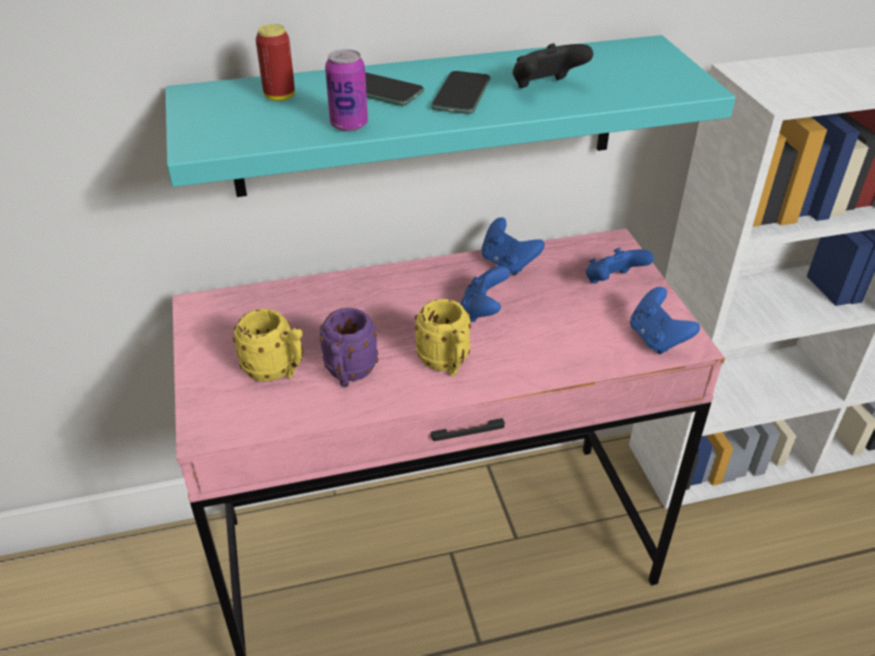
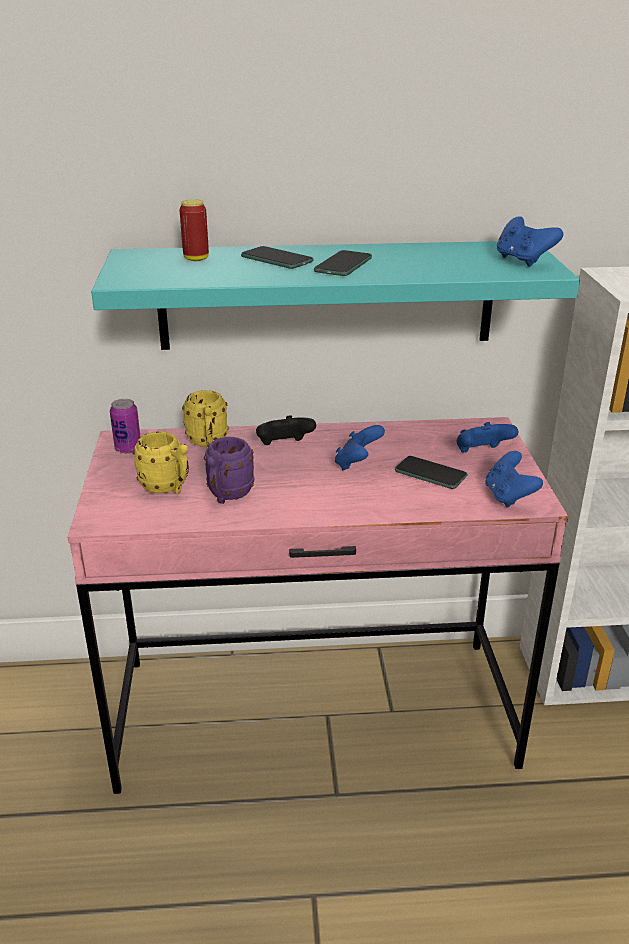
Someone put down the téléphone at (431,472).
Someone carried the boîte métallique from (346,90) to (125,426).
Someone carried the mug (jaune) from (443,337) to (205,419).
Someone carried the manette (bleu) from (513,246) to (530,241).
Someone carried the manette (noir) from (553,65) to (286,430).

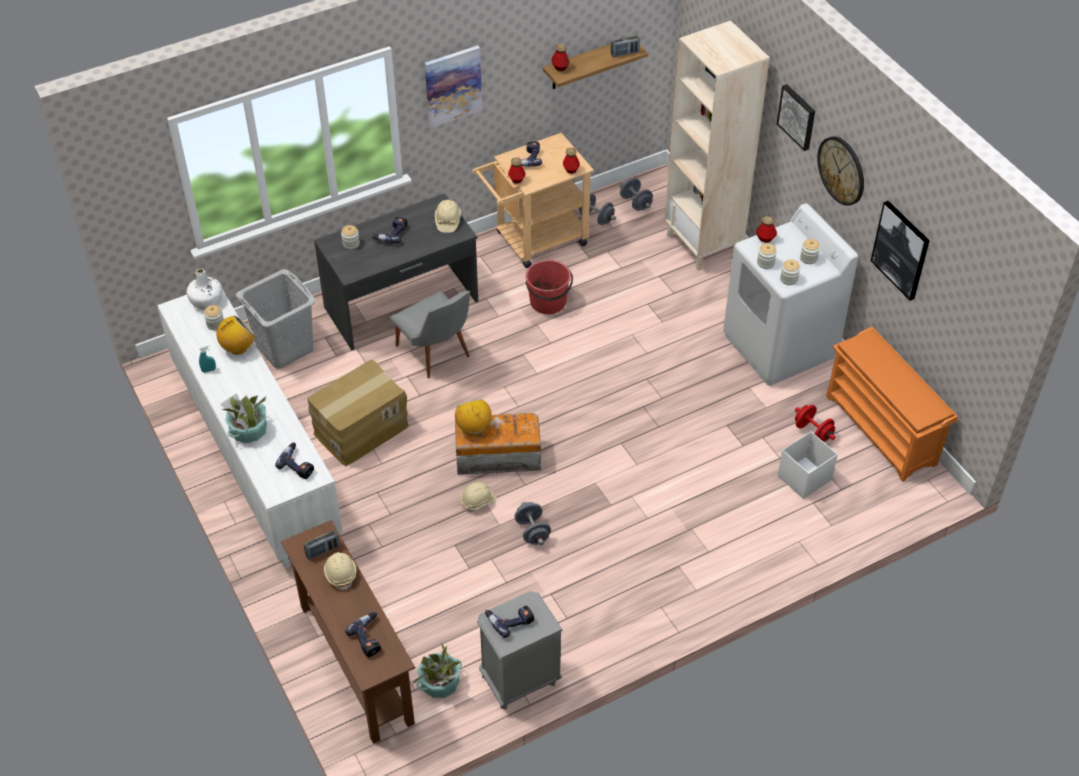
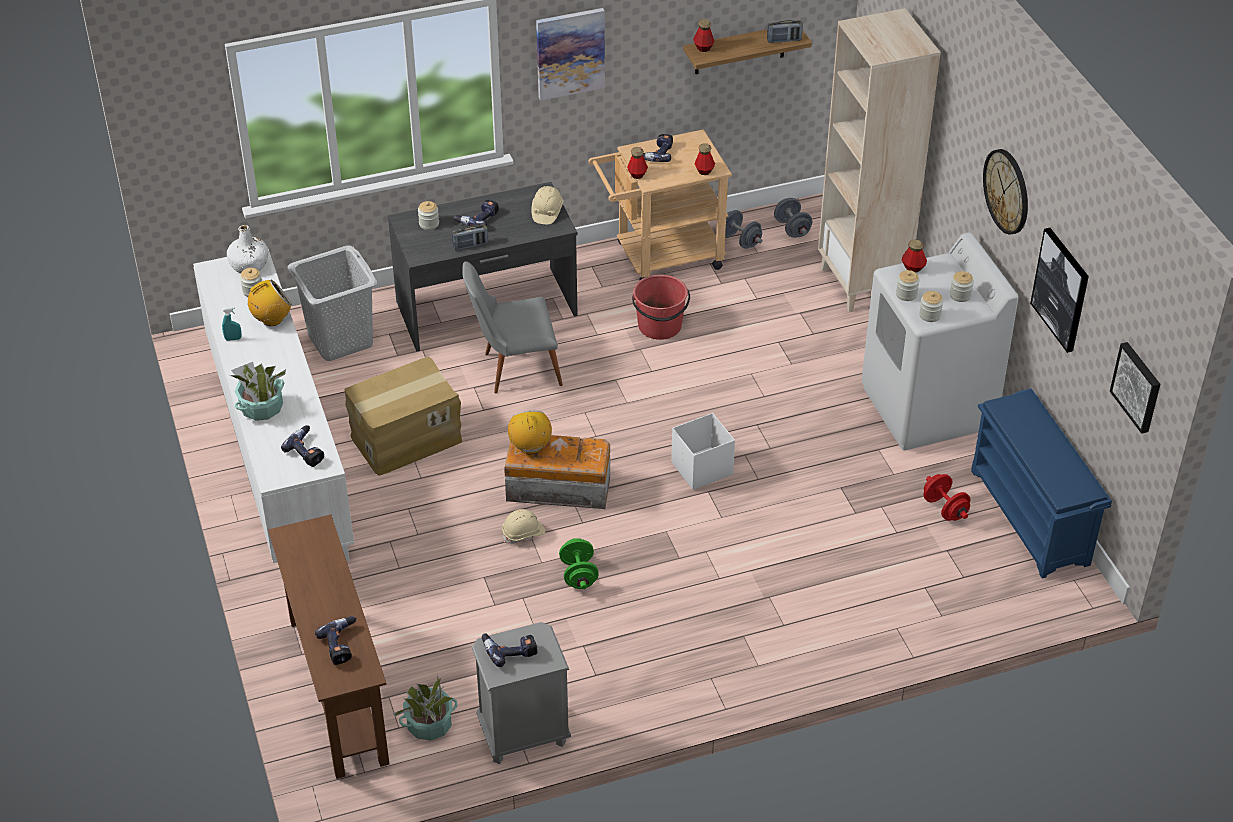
Someone took away the casque de chantier (beige) at (340,571).
Someone carried the radio from (322,545) to (470,237).
Someone carried the tableau from (796,117) to (1135,388).
Someone carried the boîte de rangement (blanc) from (808,465) to (703,451).
Someone repainted the haltère (gris) at (532,523), which became the haltère (vert) at (579,563).
Someone repainted the étagère à chaussures (orange) at (892,404), which became the étagère à chaussures (bleu) at (1041,483).
Someone rotated the chaise (gris) at (430,334) by 105 degrees clockwise.

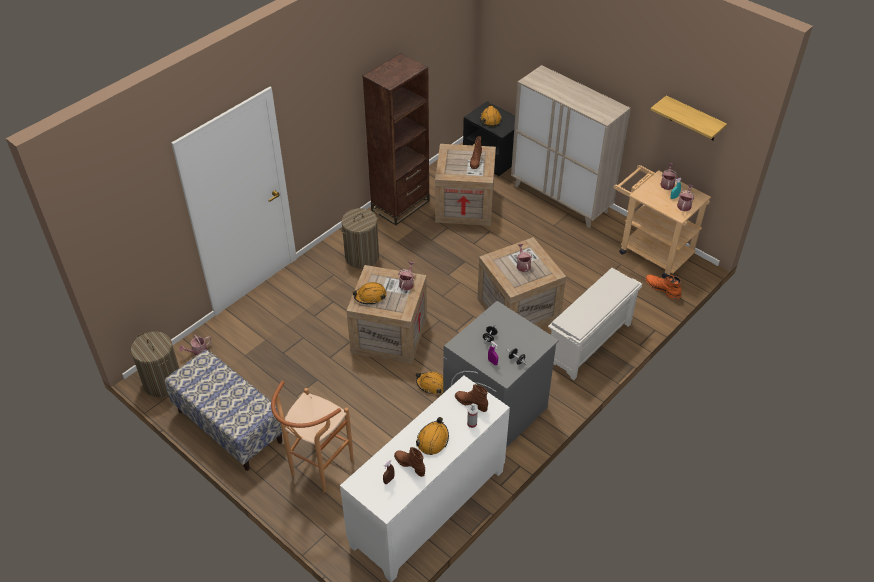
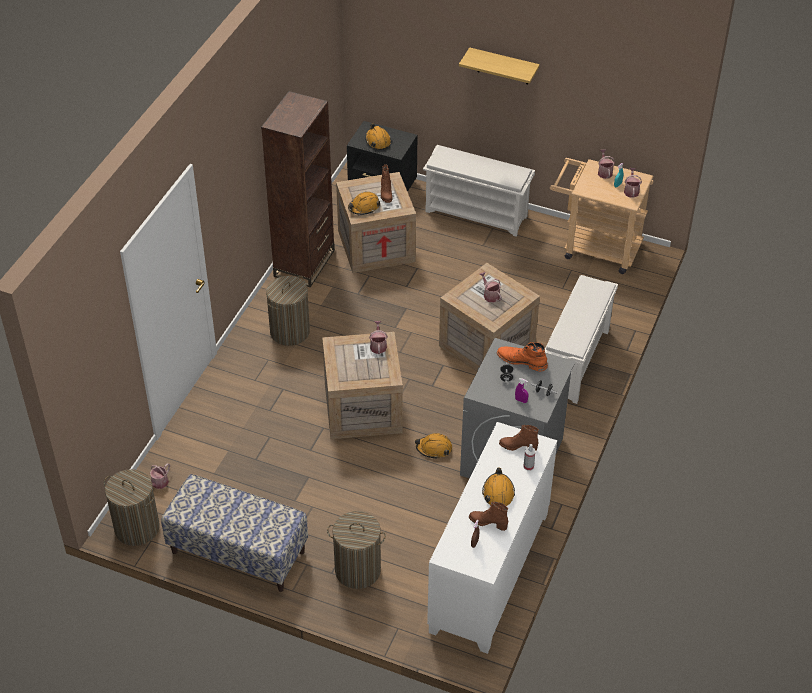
Someone carried the casque de chantier (orange) from (369,293) to (364,203).
Someone carried the botte (orange) from (663,287) to (522,356).
Someone carried the étagère from (688,117) to (499,65).
Someone swapped the tabouret (marron) at (312,437) for the panier à linge at (356,550).
Someone swapped the meuble de rangement (beige) at (571,146) for the étagère à chaussures (blanc) at (479,191).

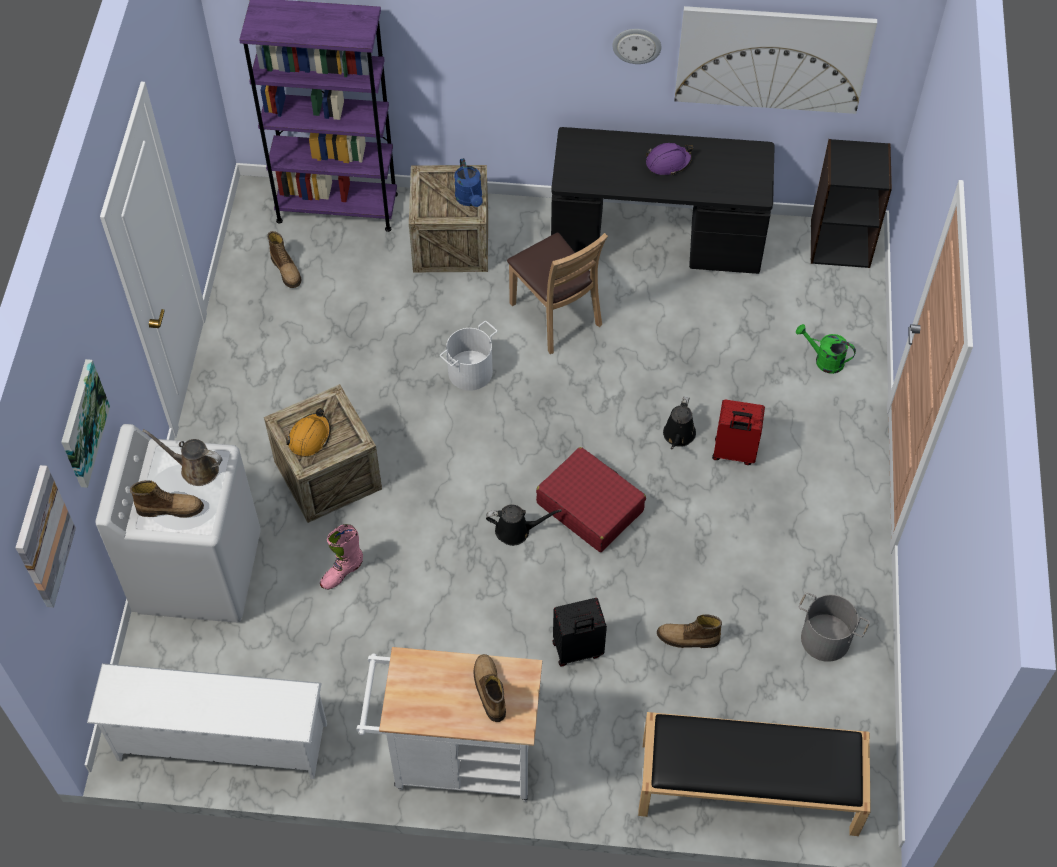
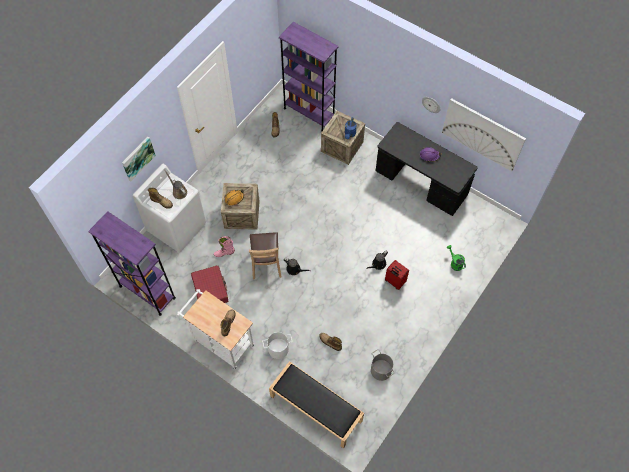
Someone took away the tableau at (46,536).
Someone took away the valise (noir) at (580,632).
Someone took away the bibliothèque (noir) at (851,203).
Someone carried the seau (blanc) from (468,356) to (277,345).
Someone carried the chaise (marron) from (557,293) to (265,256).
Someone carried the valise (rouge) from (591,499) to (209,284).
Someone swapped the étagère à chaussures (blanc) at (207,721) for the bibliothèque (violet) at (132,263).

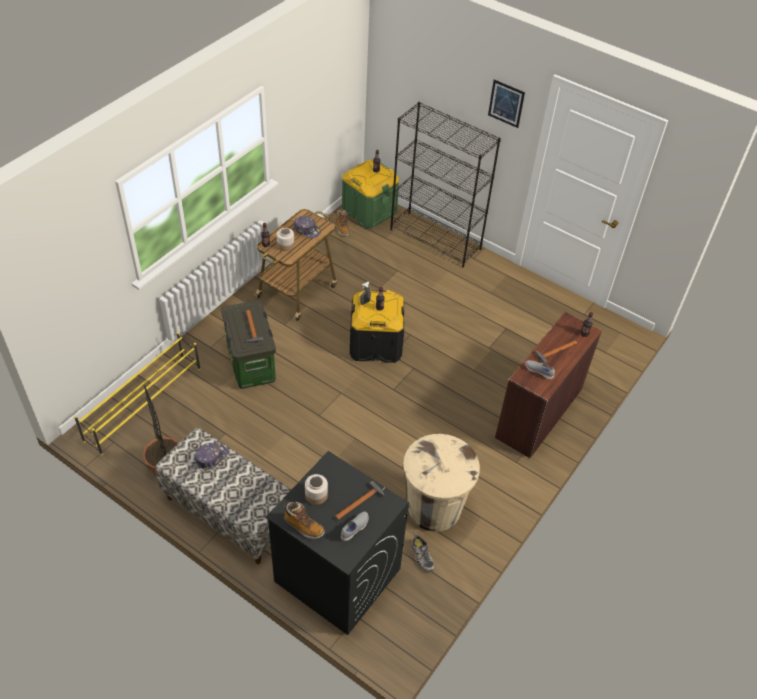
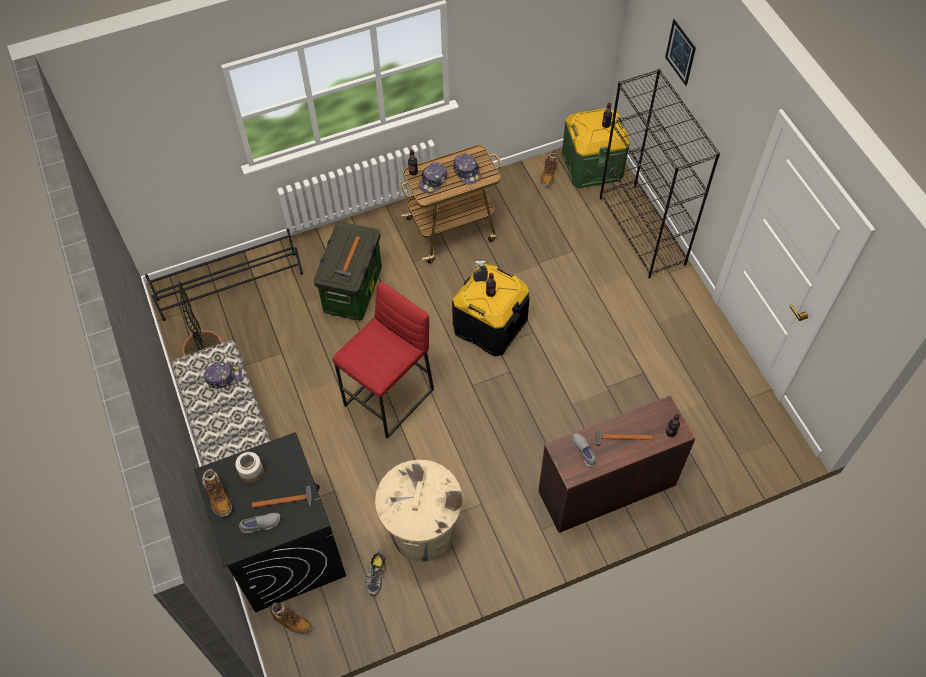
Someone put down the botte at (291,619).
Someone put down the tabouret (rouge) at (383,360).
Someone carried the tableau from (506,103) to (680,52).
Someone swapped the bocal at (285,239) for the casquette at (433,177).
Someone repainted the étagère à chaussures (jaune) at (137,393), which became the étagère à chaussures (noir) at (224,274).

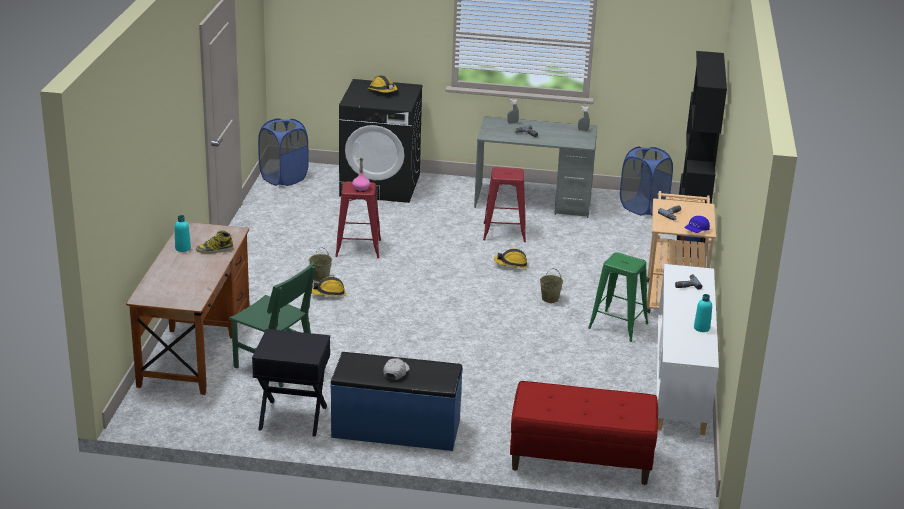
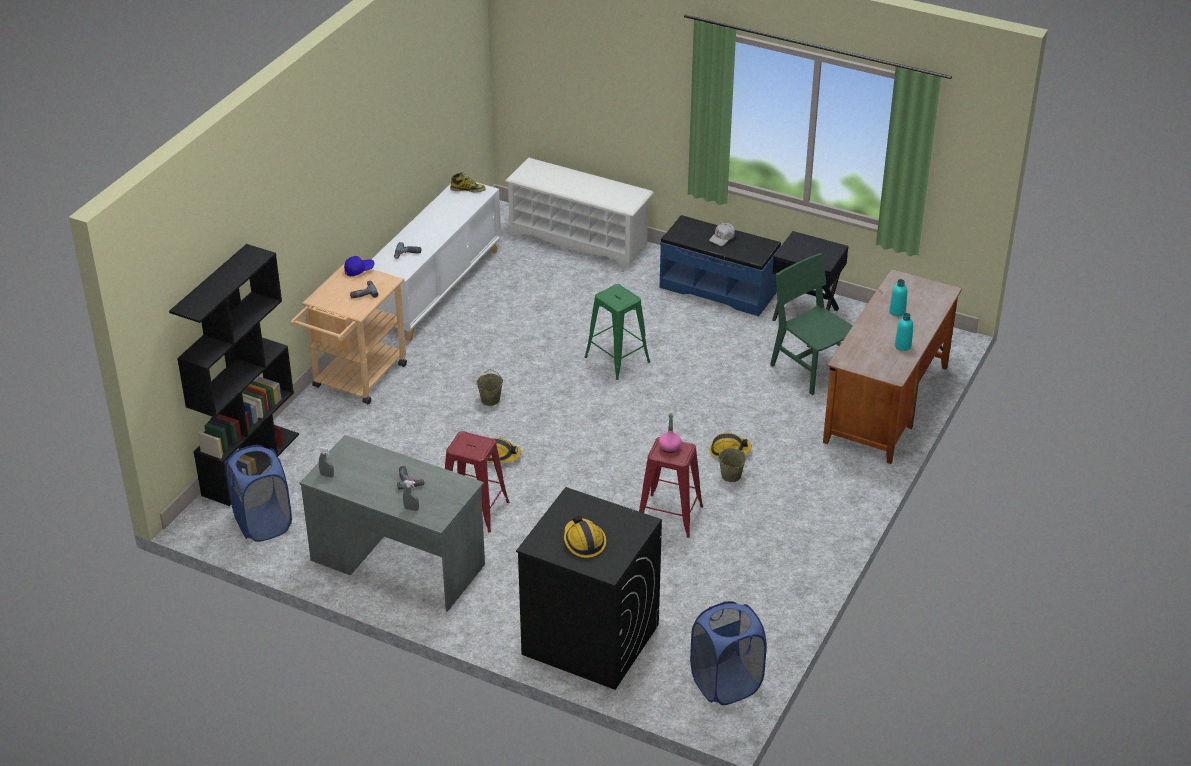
Someone carried the botte from (215,242) to (468,182).
Someone carried the tabouret (vert) from (618,297) to (617,332).
Someone carried the bouteille (turquoise) from (703,313) to (898,297).
Someone swapped the banc (rouge) at (584,433) for the étagère à chaussures (blanc) at (579,213).

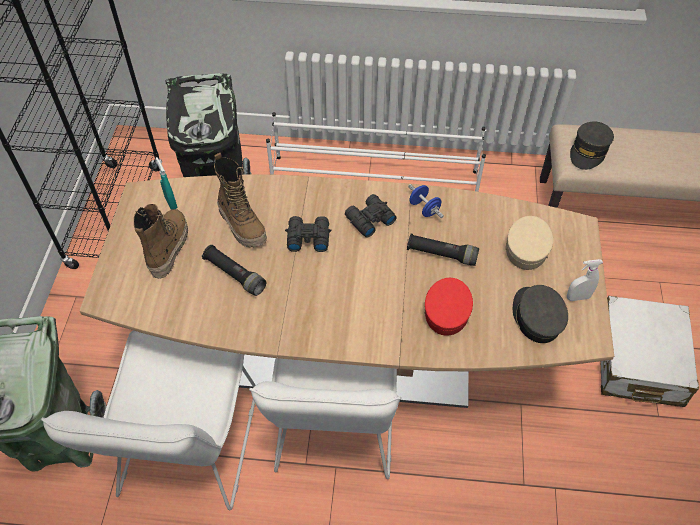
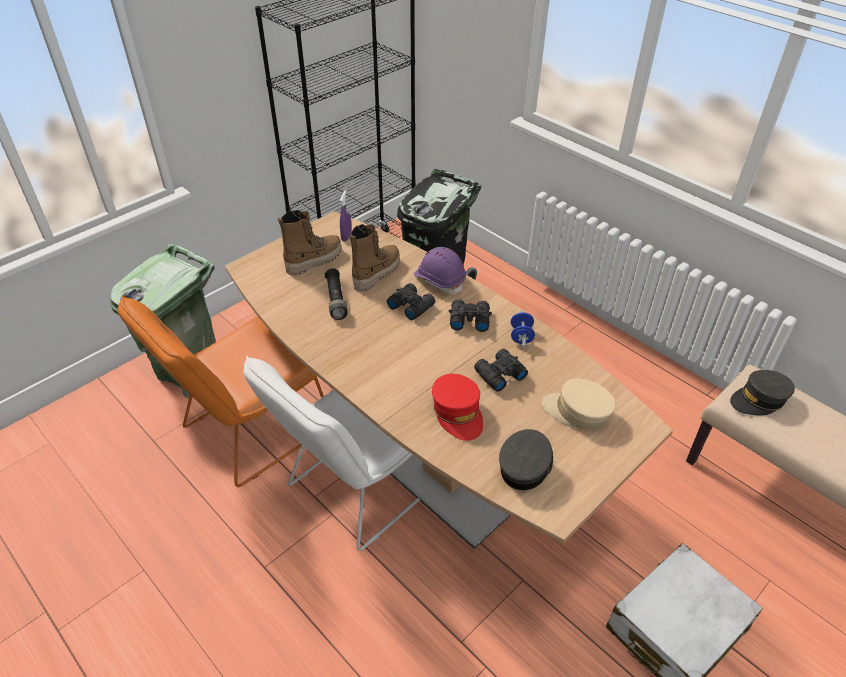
Someone took away the étagère à chaussures (blanc) at (376,152).
Someone took away the vaporisateur (blanc) at (585,280).
Someone put down the casque de chantier (violet) at (440,270).
Someone swapped the lampe de poche (noir) at (443,249) for the jumelles (noir) at (501,370).
Someone repainted the chaise (blanc) at (148,420), which became the chaise (orange) at (221,391).
Someone repainted the vaporisateur (turquoise) at (166,183), which became the vaporisateur (violet) at (346,215).
Someone rotated the botte at (240,200) by 150 degrees counterclockwise.
Someone rotated the casquette (rouge) at (448,307) by 105 degrees clockwise.
Someone rotated the casquette (beige) at (529,243) by 120 degrees counterclockwise.

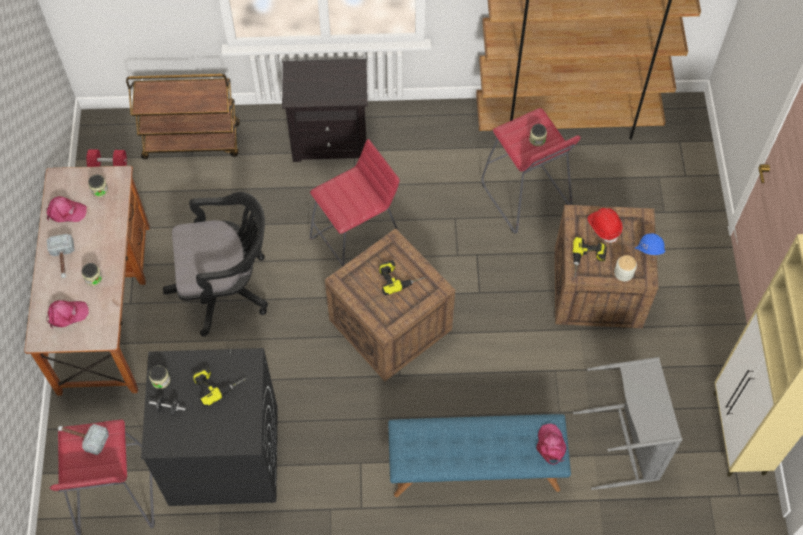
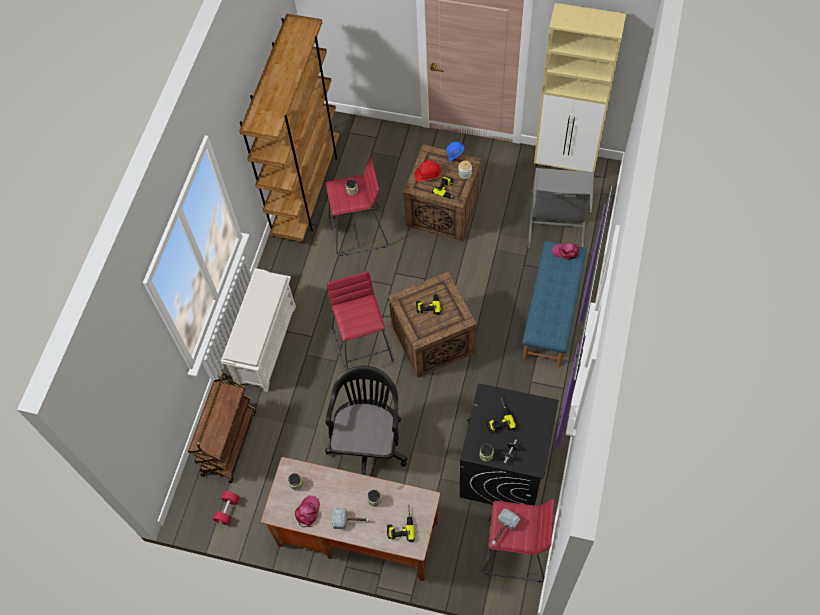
Someone swapped the casquette (rose) at (67,314) for the perceuse at (401,523).
Someone swapped the table de chevet (noir) at (325,110) for the étagère à chaussures (blanc) at (258,330).

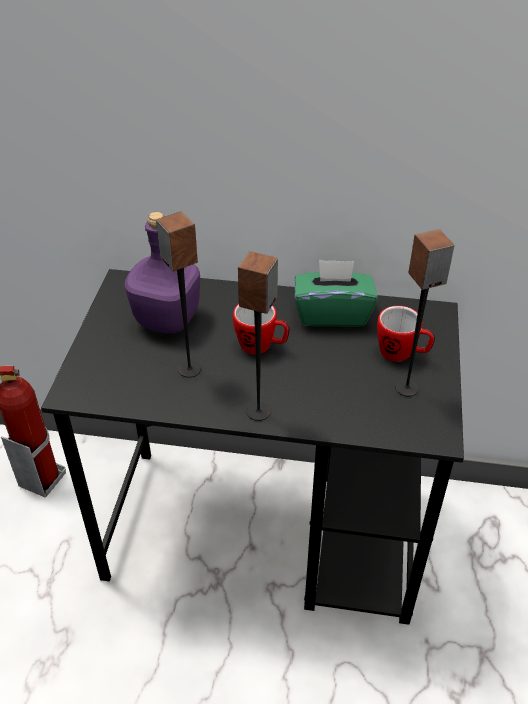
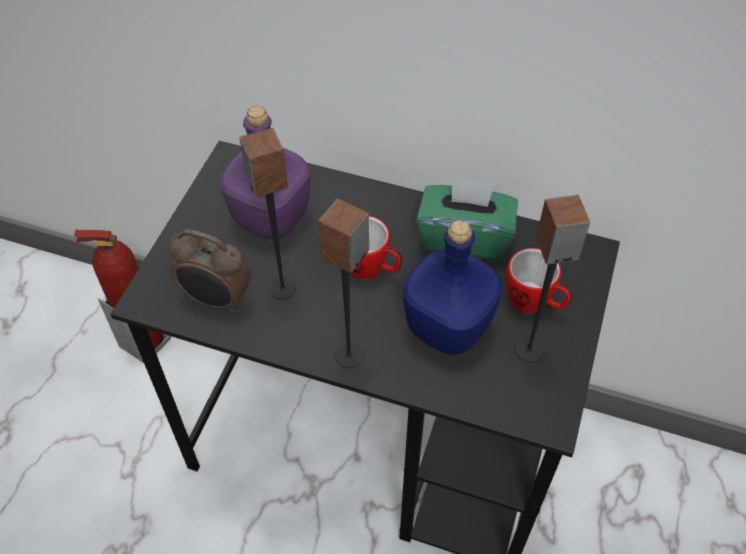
Someone put down the réveil at (210,271).
Someone put down the bouteille (bleu) at (452,287).

